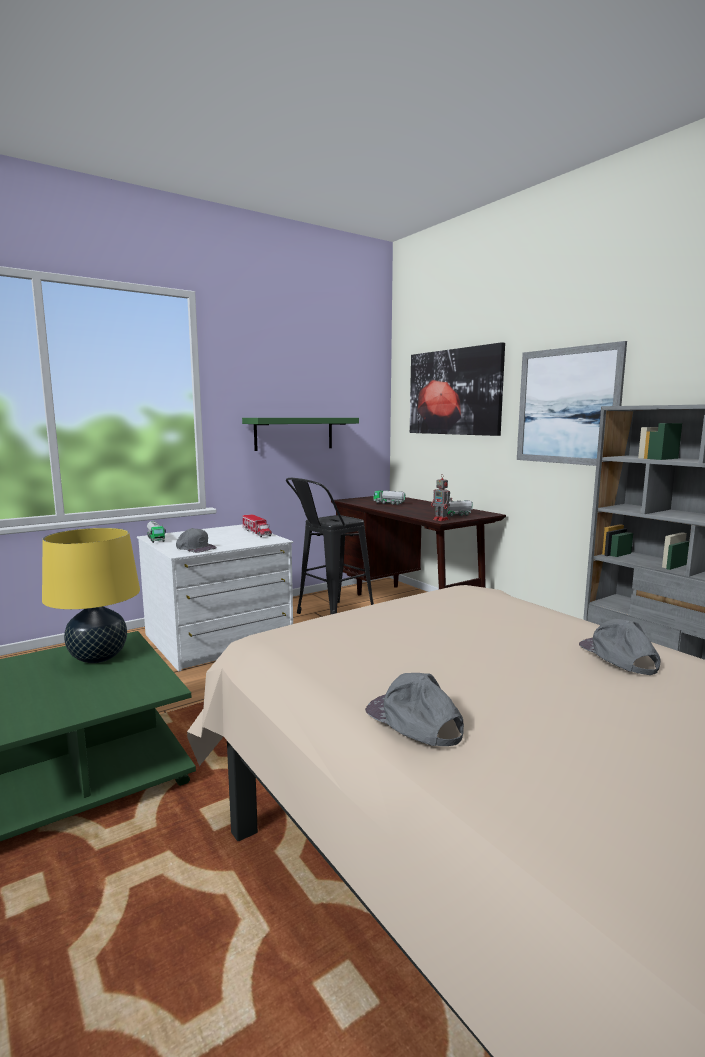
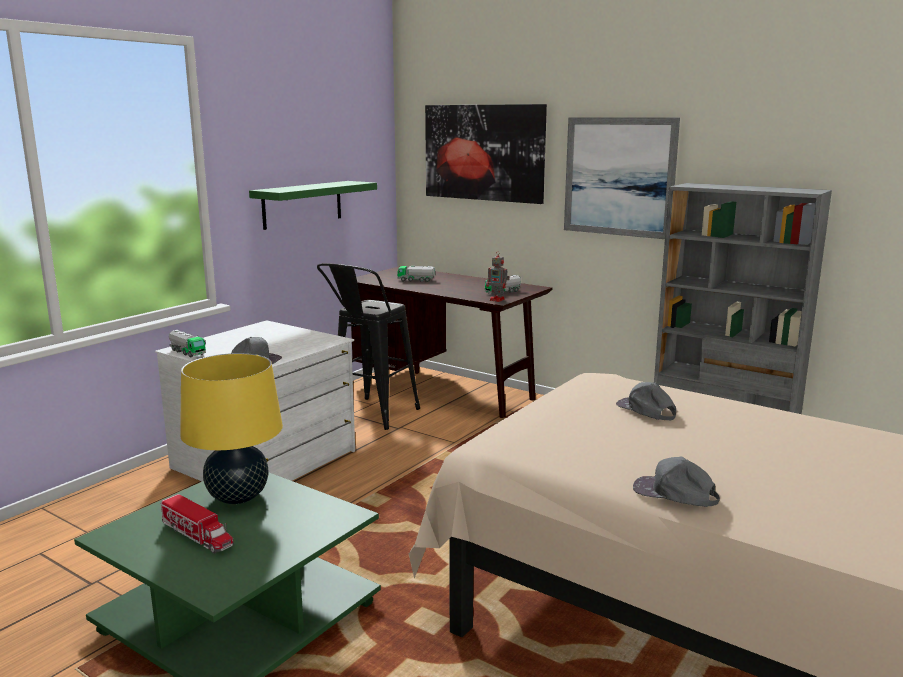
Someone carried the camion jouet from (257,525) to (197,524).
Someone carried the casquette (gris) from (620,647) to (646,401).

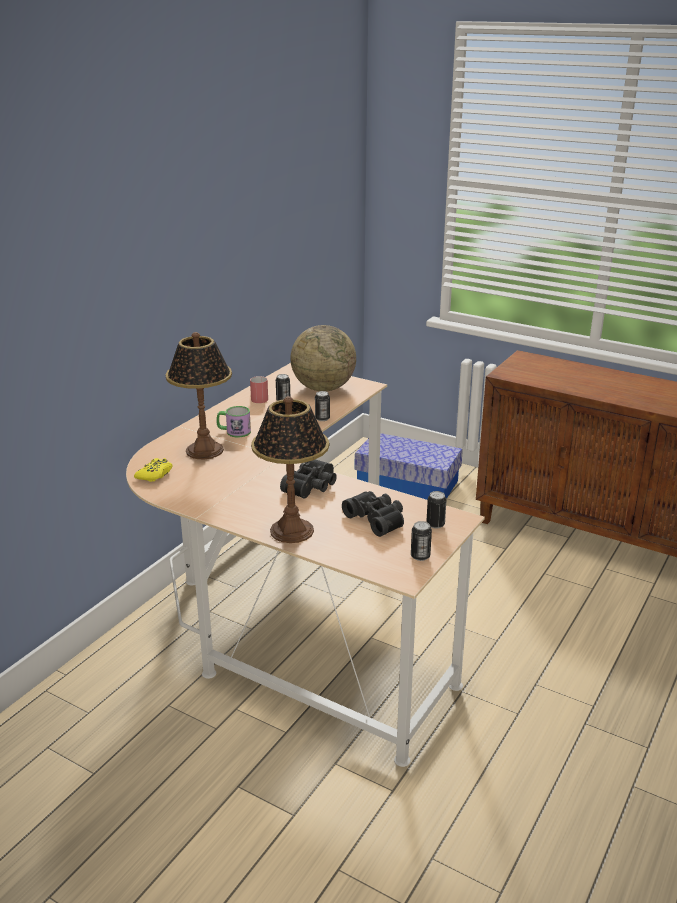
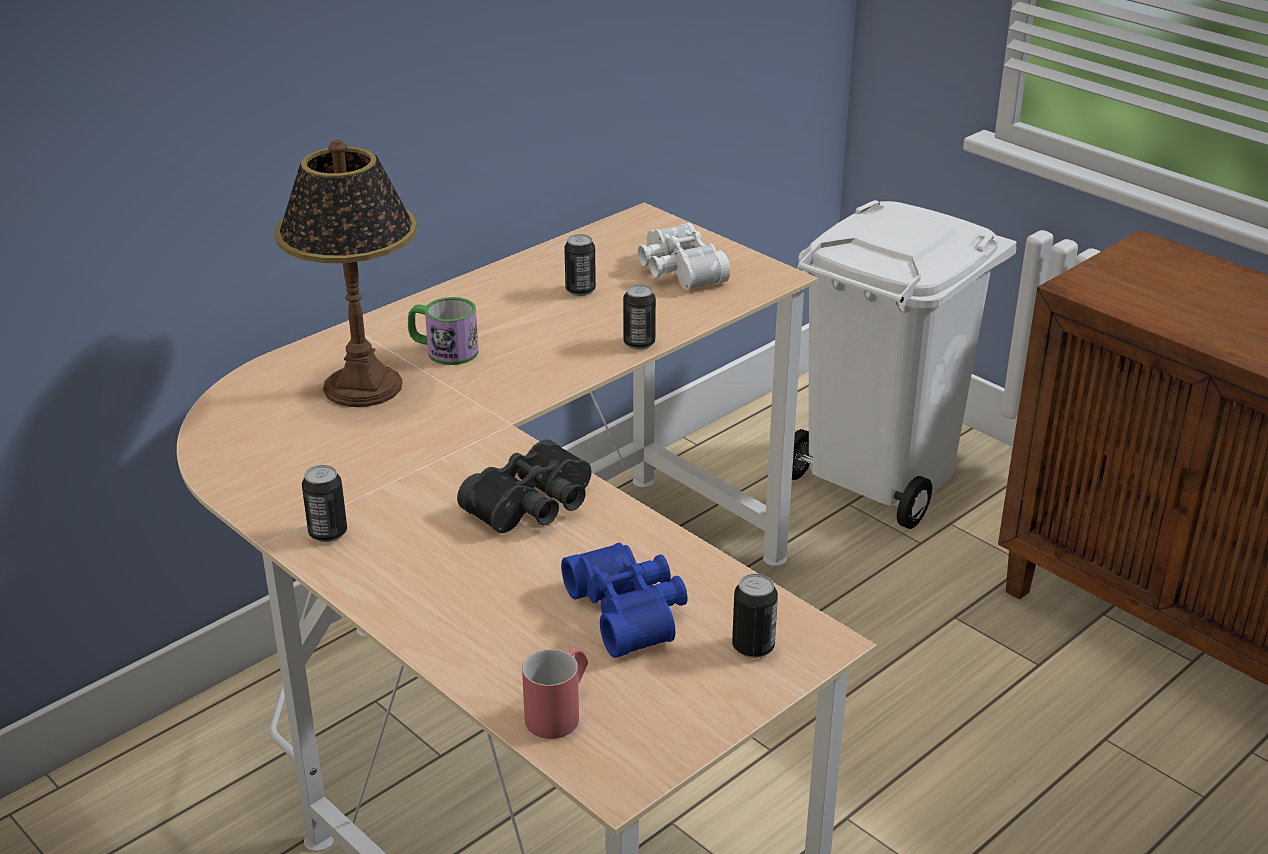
Someone took away the manette (jaune) at (153,470).
Someone took away the lampe de table at (290,469).
Someone carried the mug (rouge) from (259,389) to (555,693).
Someone carried the boîte métallique from (421,541) to (324,503).
Someone swapped the globe at (323,358) for the jumelles (blanc) at (684,256).
Someone swapped the boîte de rangement at (409,466) for the poubelle (blanc) at (904,364).
Someone repainted the jumelles (noir) at (373,514), which became the jumelles (bleu) at (624,600).

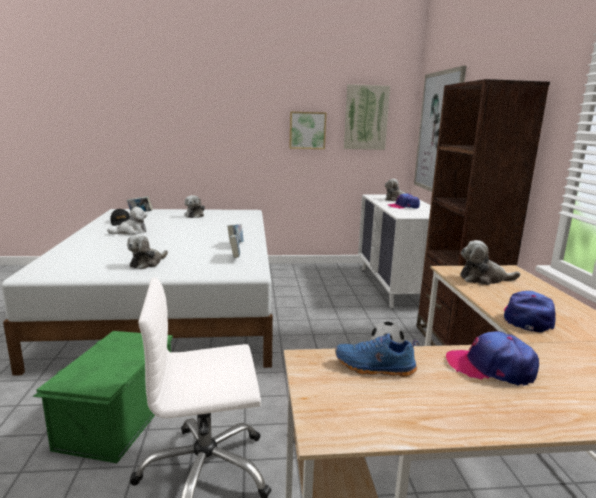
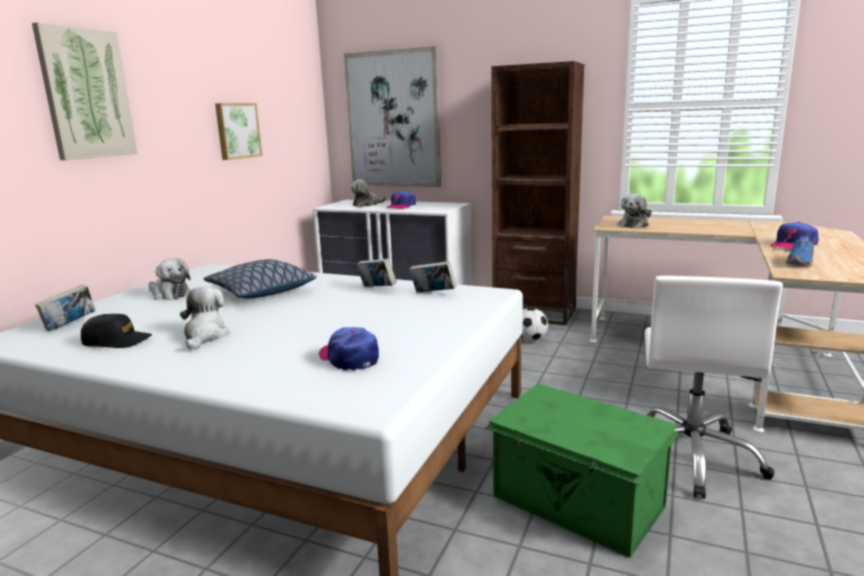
Someone took away the peluche at (147,252).
Someone put down the coussin at (260,279).
Someone carried the tableau from (367,117) to (85,91).
Someone carried the casquette from (529,311) to (348,348).

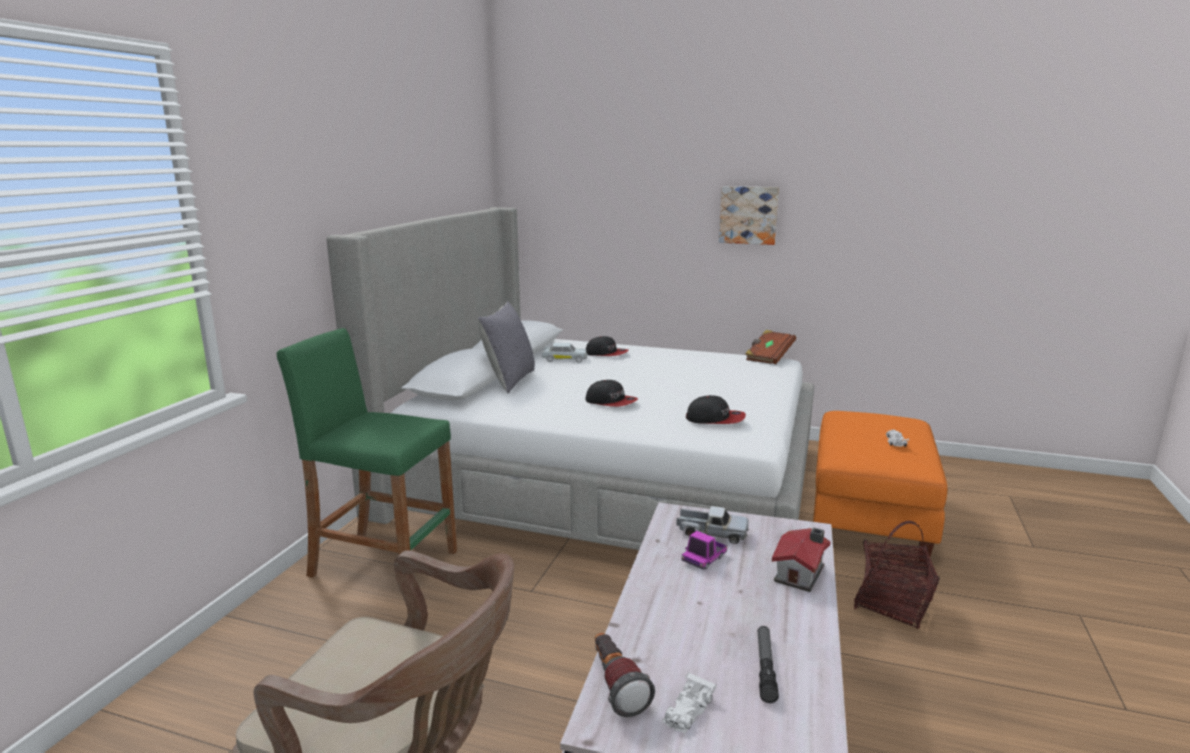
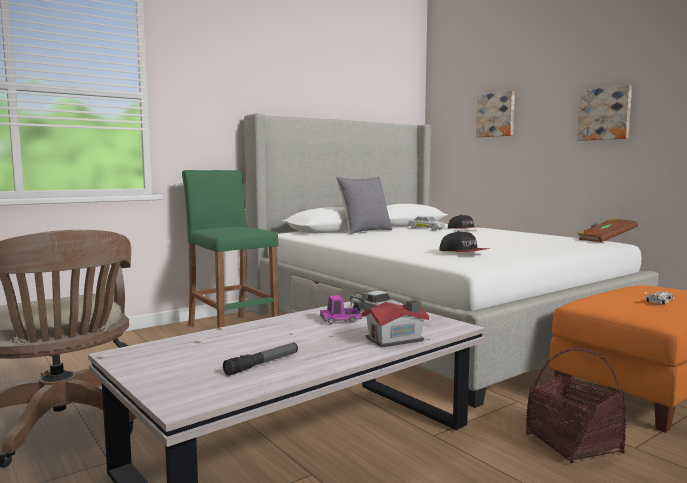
Someone took away the casquette at (611,393).
Someone took away the lampe de poche at (625,675).
Someone took away the petite voiture (blanc) at (689,702).
Someone put up the tableau at (495,114).

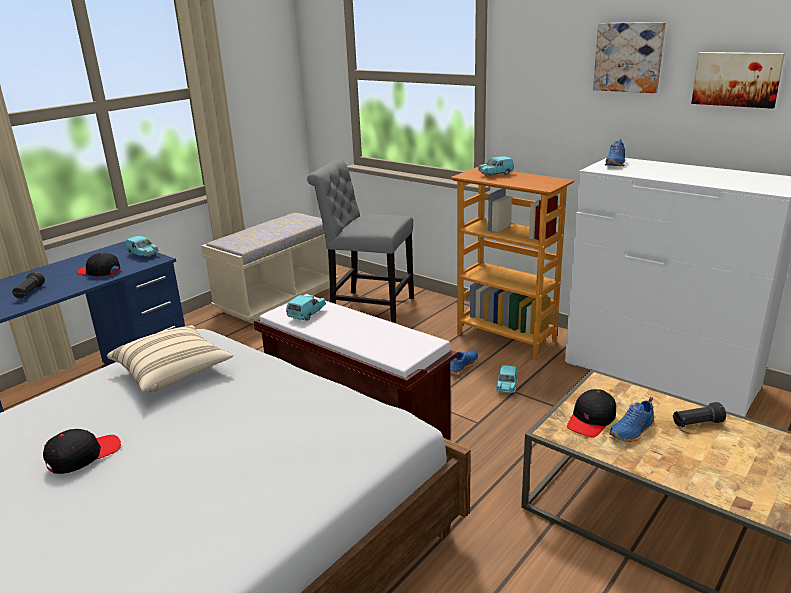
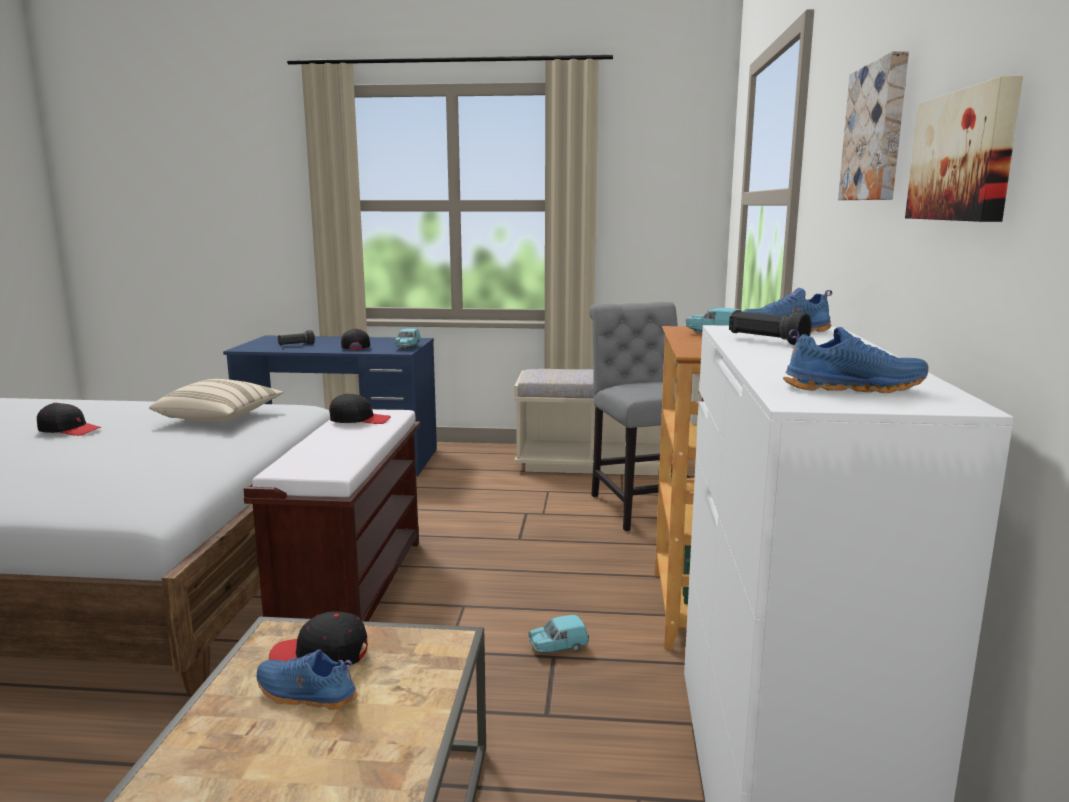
Someone carried the chaussure (bleu) from (464,362) to (856,360).
Someone carried the lampe de poche (noir) from (699,414) to (770,327).
Someone swapped the petite voiture (turquoise) at (306,308) for the casquette (noir) at (359,408).

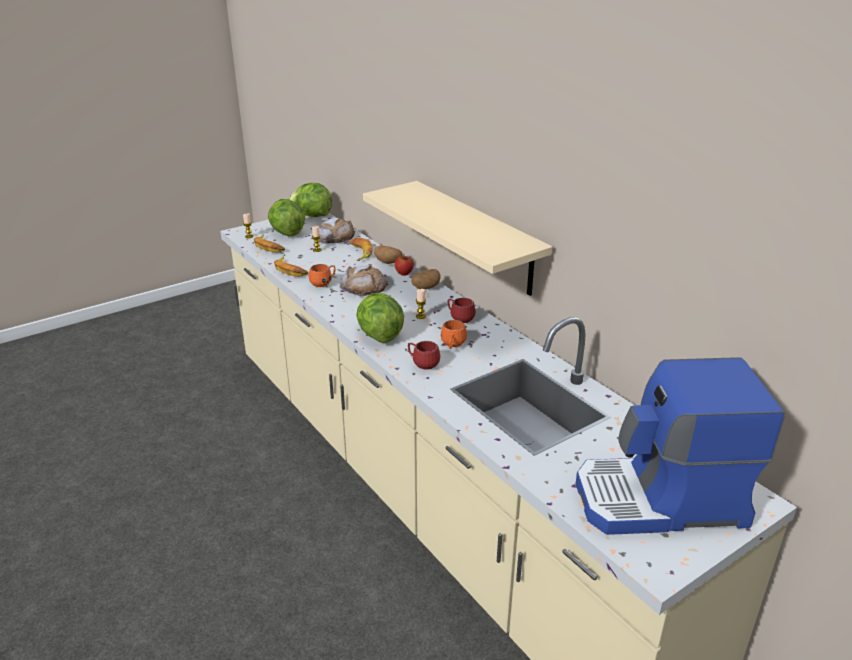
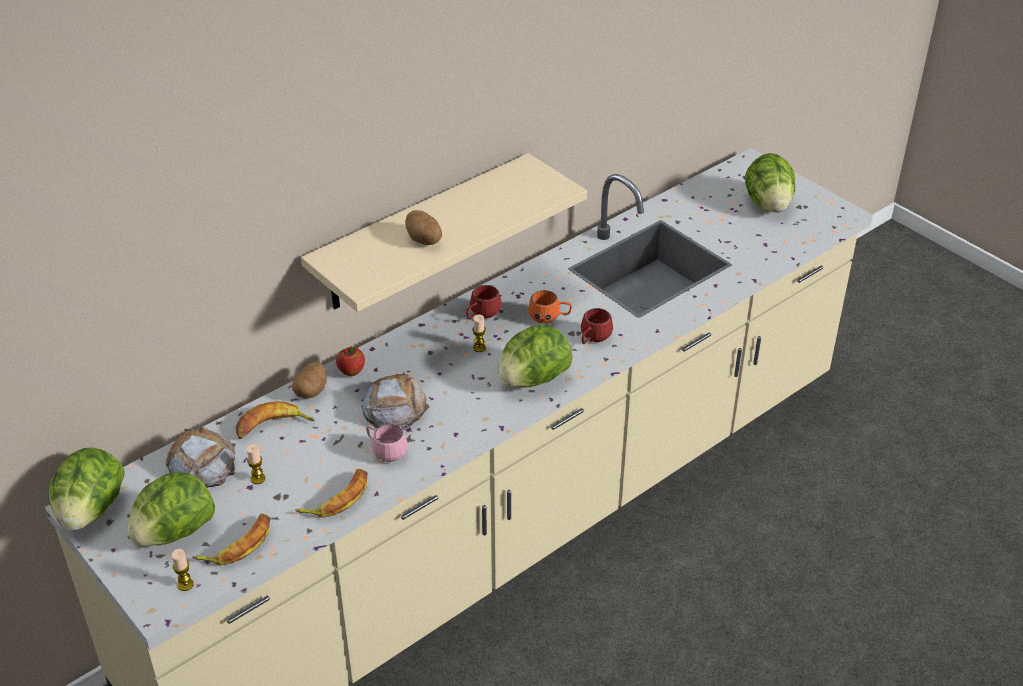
Someone carried the pomme de terre from (426,279) to (423,227).
Someone swapped the machine à café at (680,446) for the laitue at (770,183).
Someone repainted the mug (orange) at (322,275), which became the mug (rose) at (387,443).

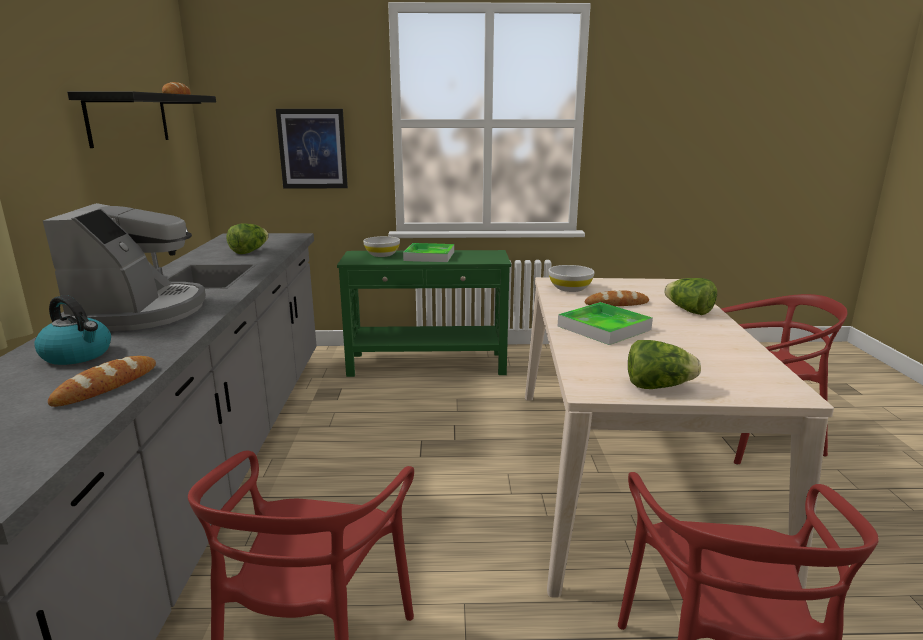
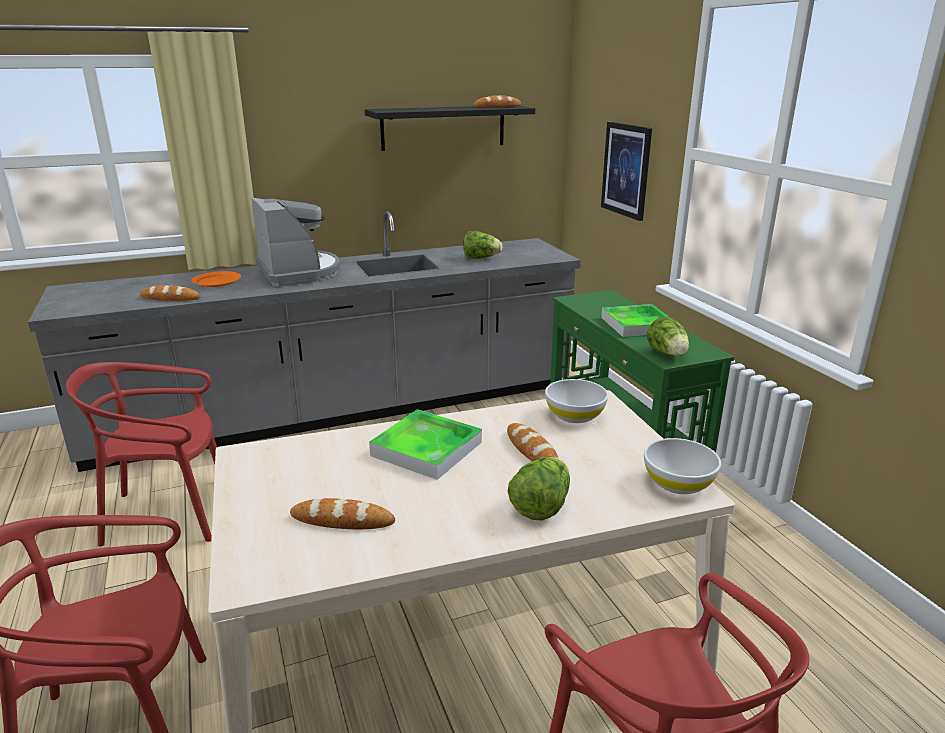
Someone put down the pain at (342,513).
Someone carried the bol (blanc) from (381,246) to (682,466).
Someone carried the laitue from (664,364) to (668,336).
Someone swapped the bouilloire at (72,330) for the assiette (orange) at (216,279).
Someone rotated the machine à café at (124,267) by 90 degrees counterclockwise.

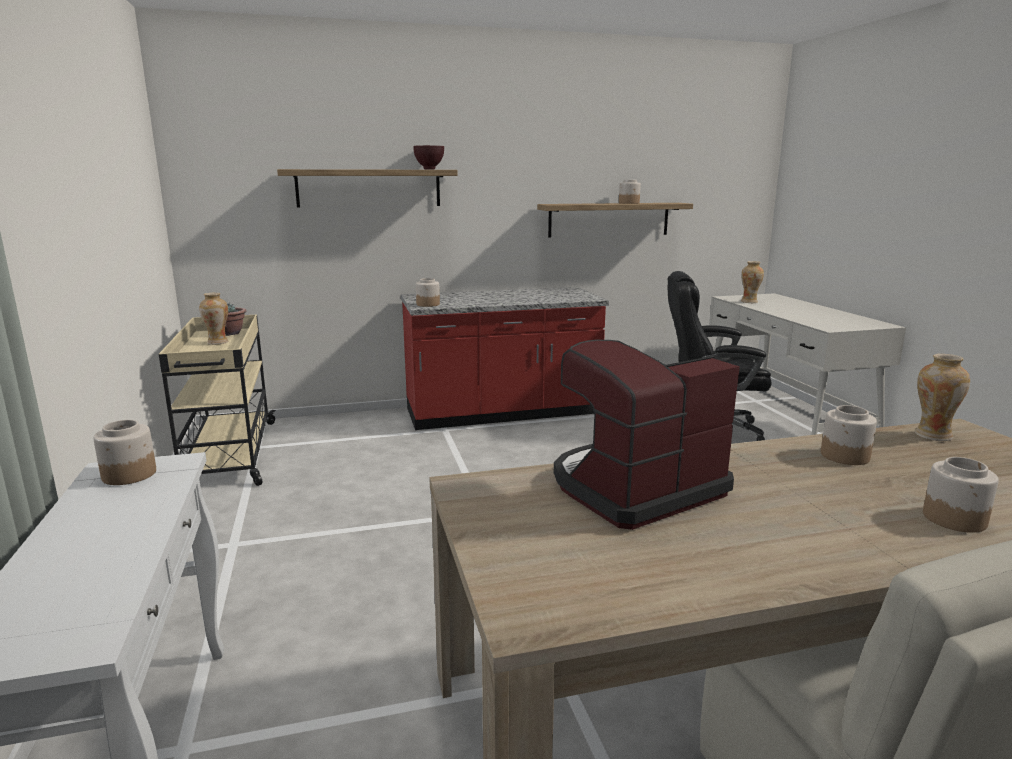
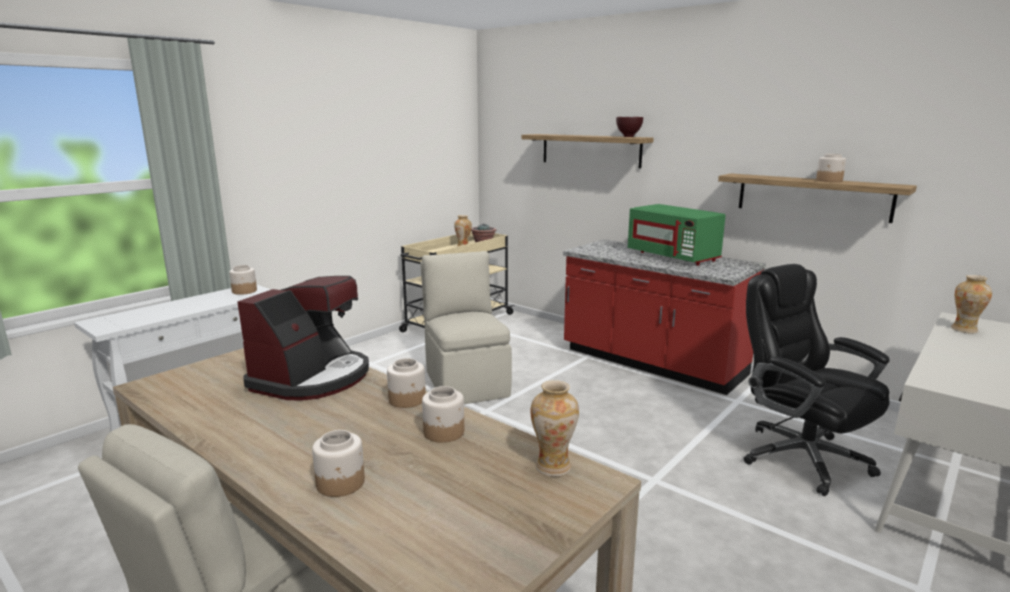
Someone put down the chaise (beige) at (466,327).
Someone put down the micro-ondes (vert) at (677,234).
Someone carried the bocal from (428,292) to (406,383).
Someone rotated the machine à café at (647,435) by 90 degrees clockwise.

